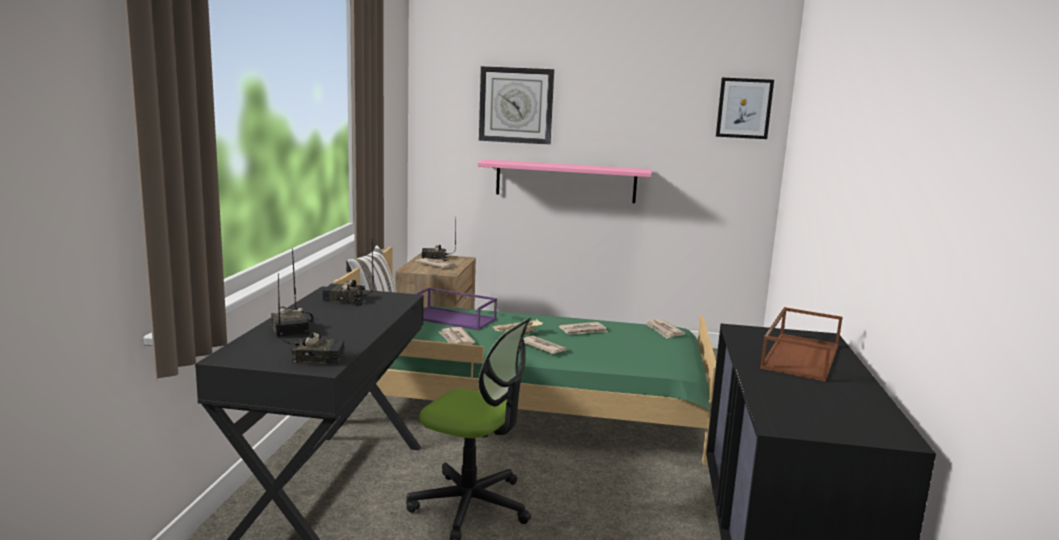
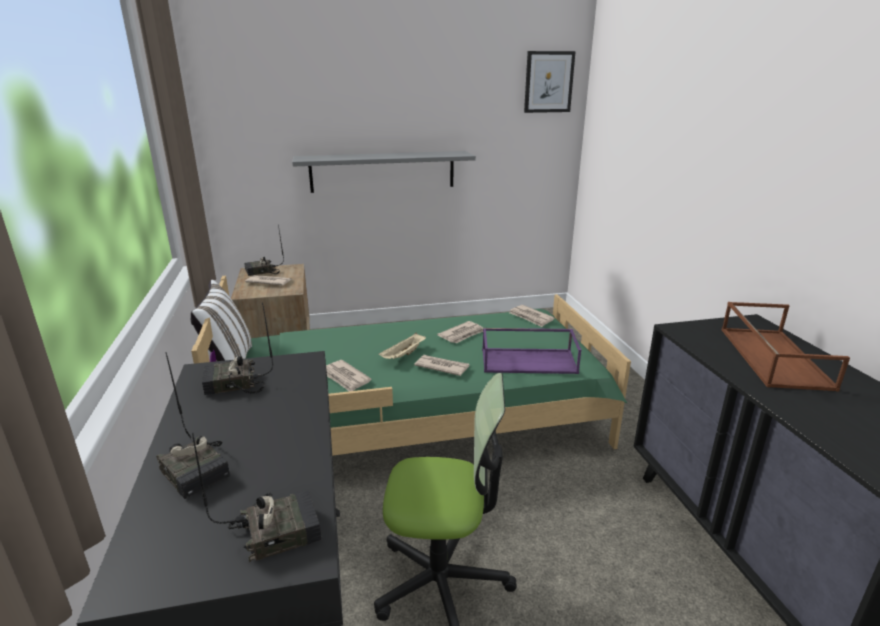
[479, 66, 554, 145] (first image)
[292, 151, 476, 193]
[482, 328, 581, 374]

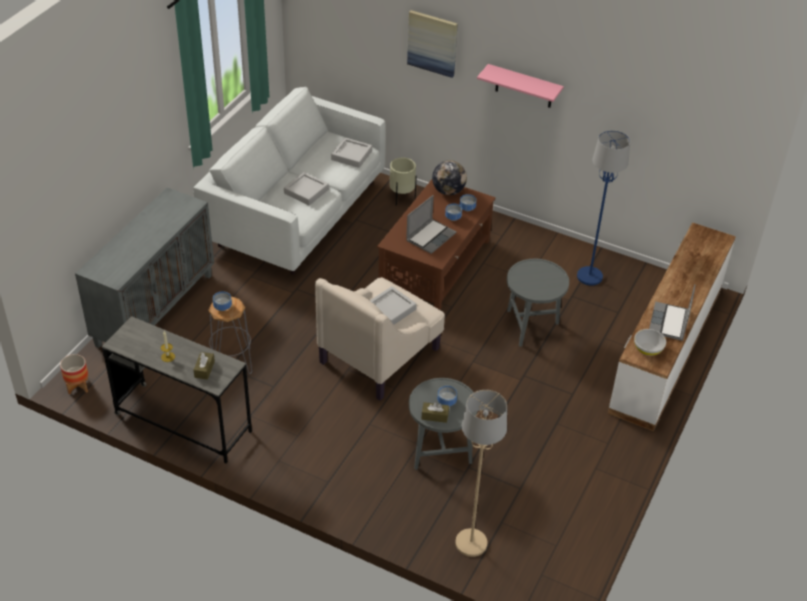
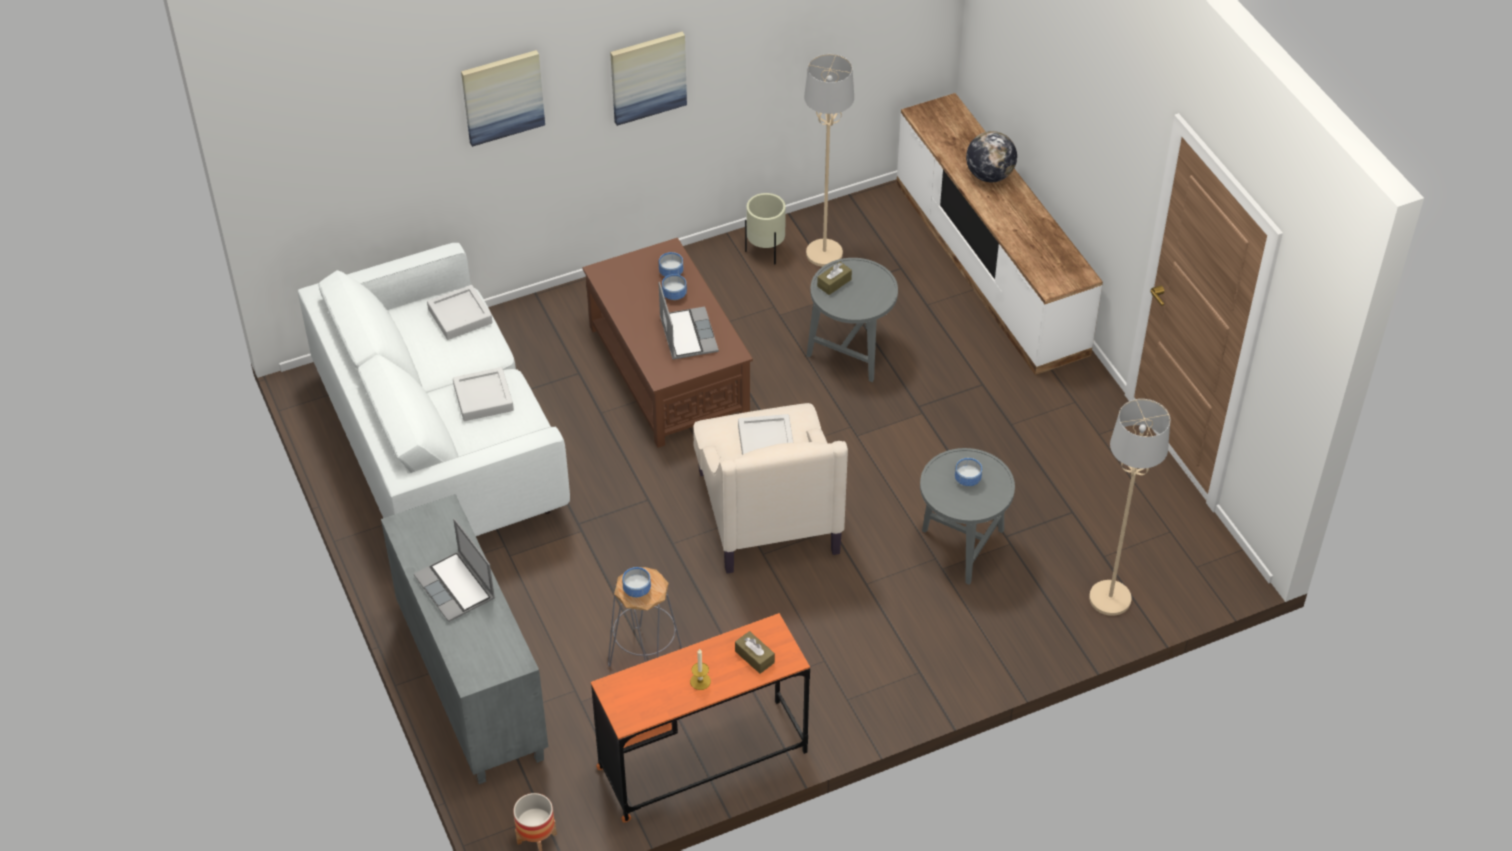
[610, 32, 687, 126]
[804, 54, 854, 267]
[745, 193, 786, 264]
[966, 131, 1017, 182]
[414, 518, 495, 622]
[591, 613, 810, 822]
[634, 329, 666, 356] (first image)
[817, 262, 852, 295]

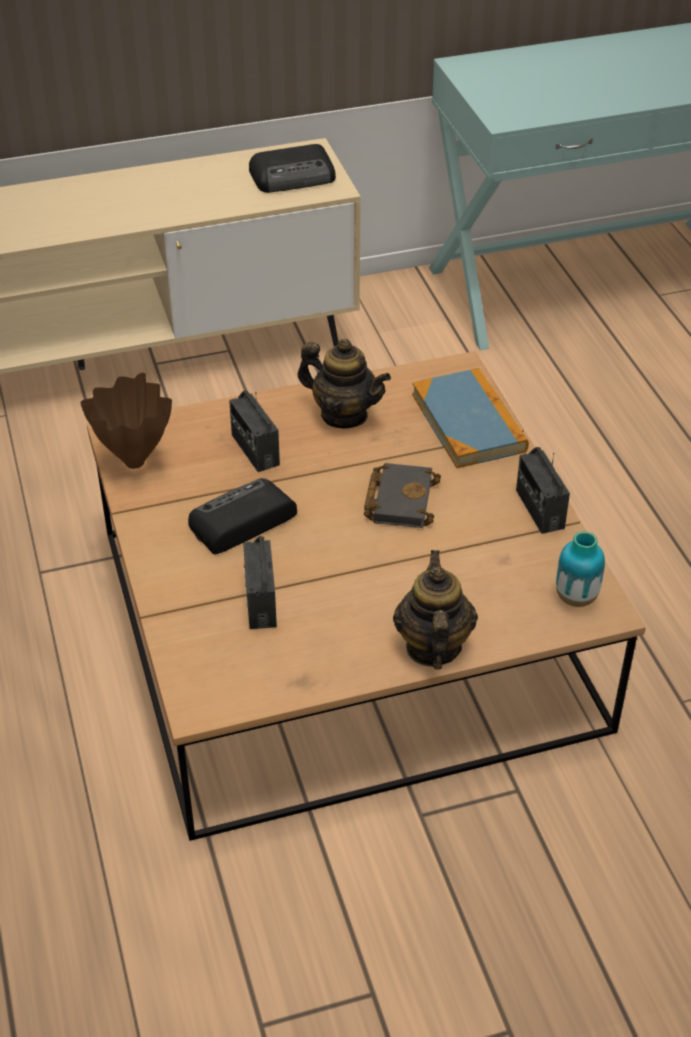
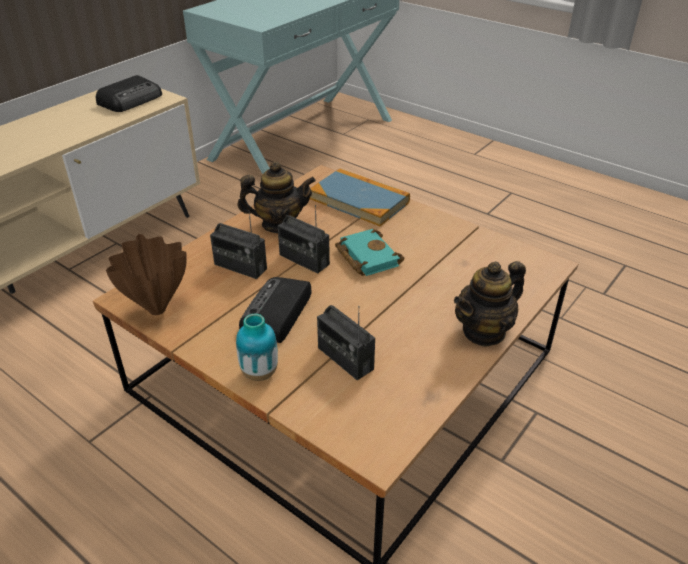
[278, 205, 330, 274]
[335, 229, 404, 276]
[236, 314, 278, 381]
[454, 261, 526, 347]

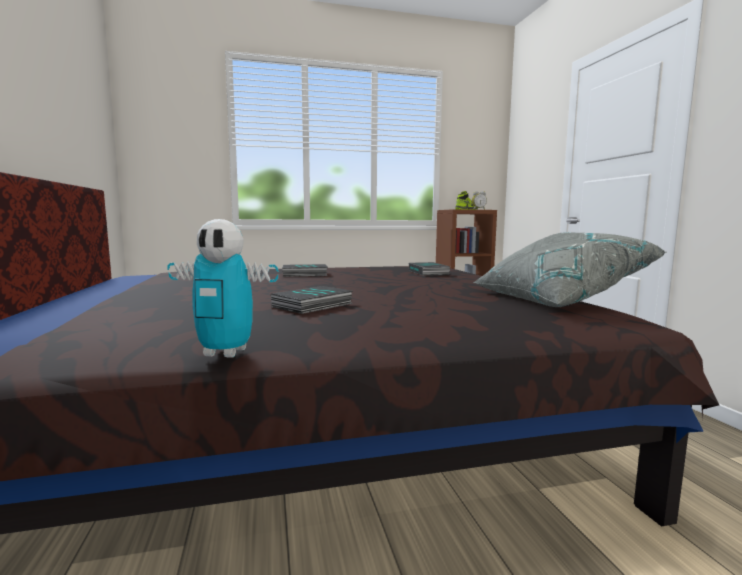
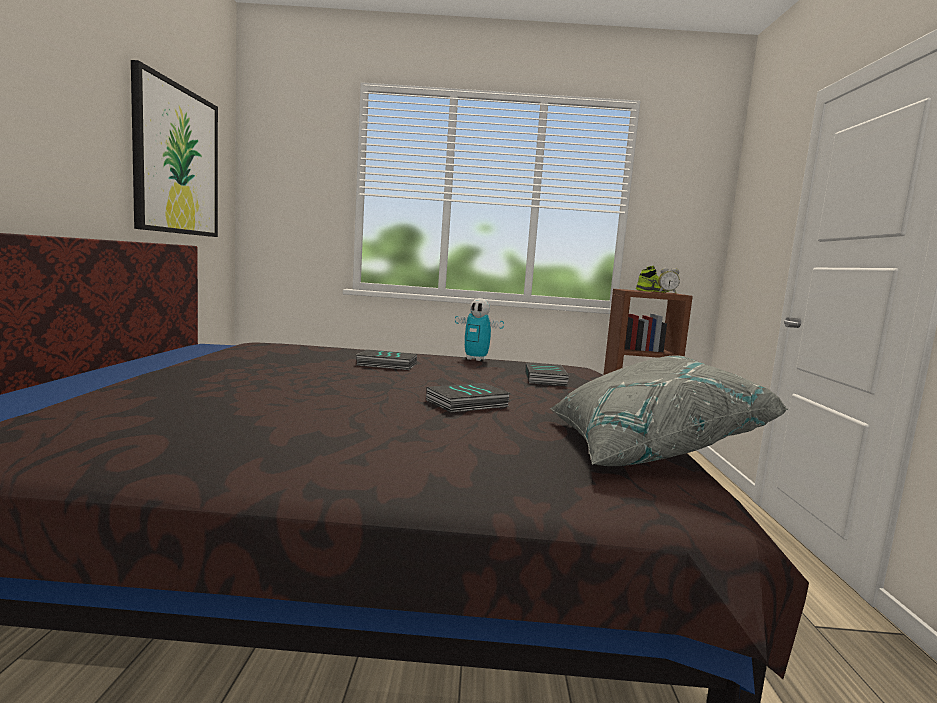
[455, 298, 504, 361]
[426, 383, 511, 412]
[131, 60, 218, 237]

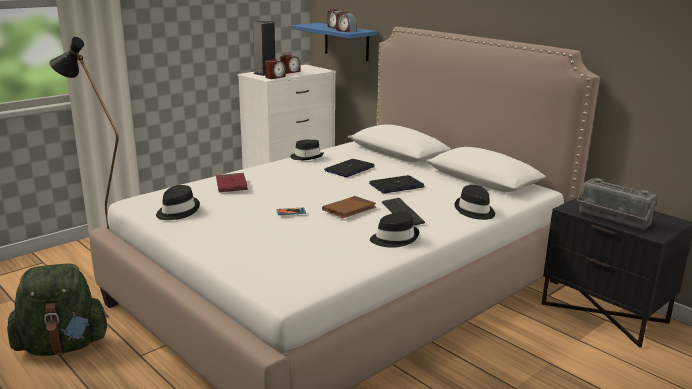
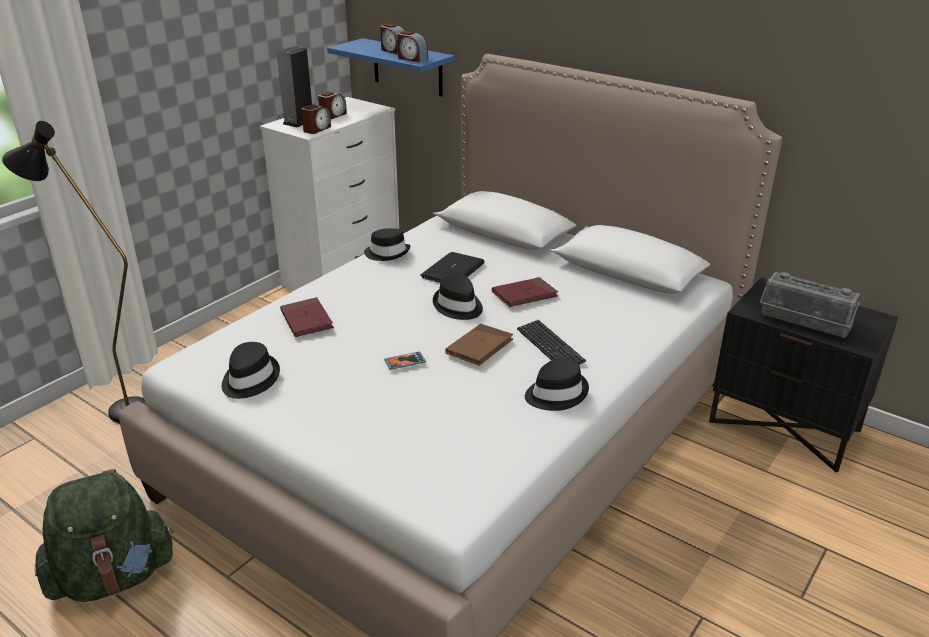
[492, 277, 558, 307]
[433, 273, 483, 320]

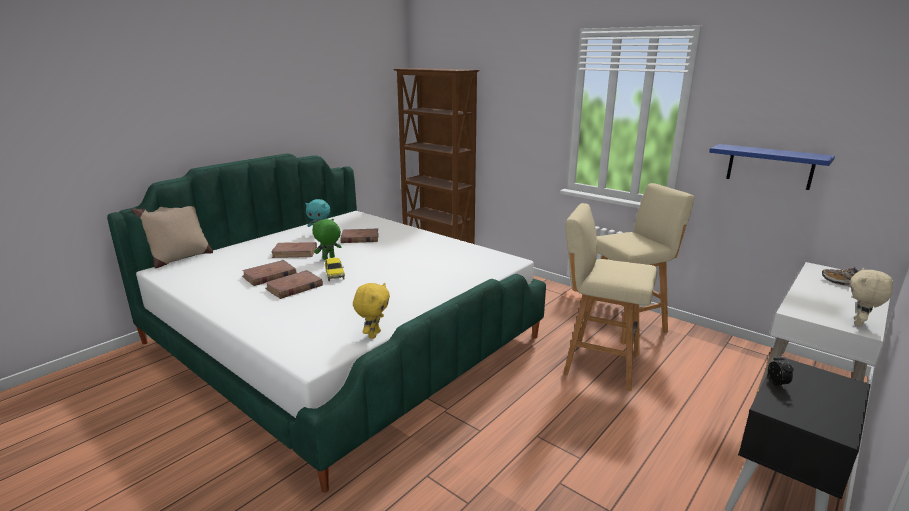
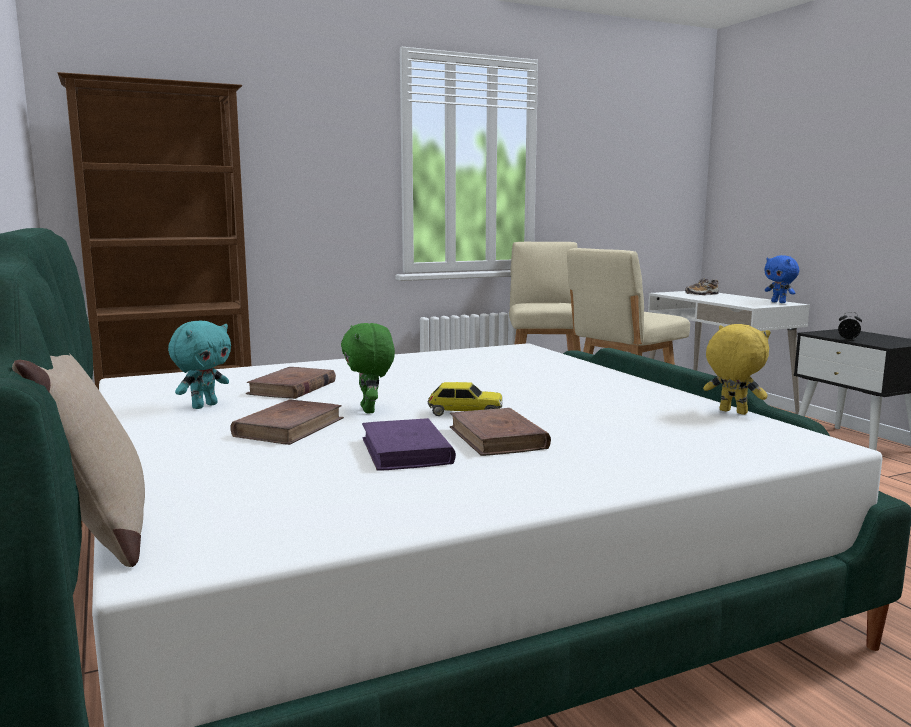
[709, 144, 835, 190] (first image)
[362, 418, 456, 471]
[764, 255, 799, 303]

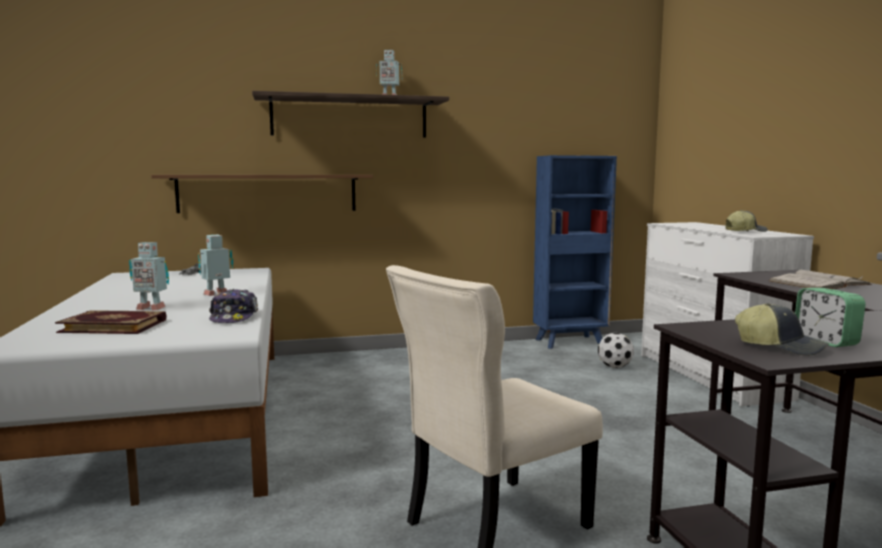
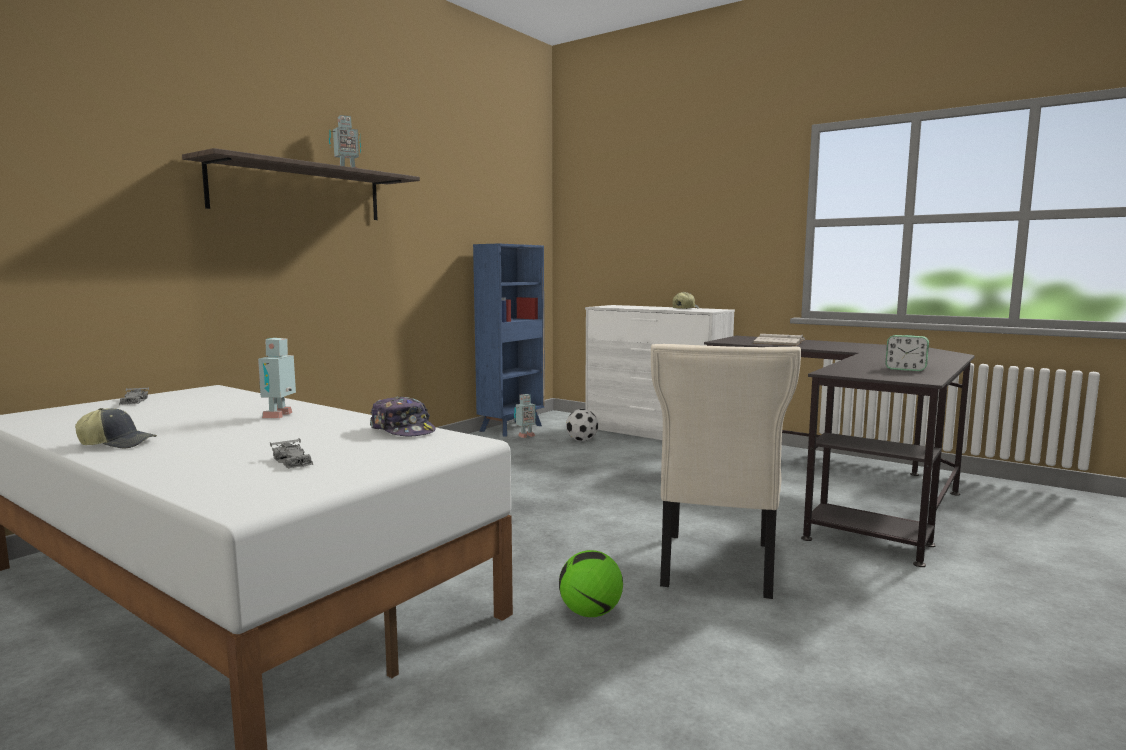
[151, 175, 373, 213] (first image)
[514, 394, 536, 438]
[75, 408, 157, 448]
[270, 438, 313, 469]
[559, 550, 623, 617]

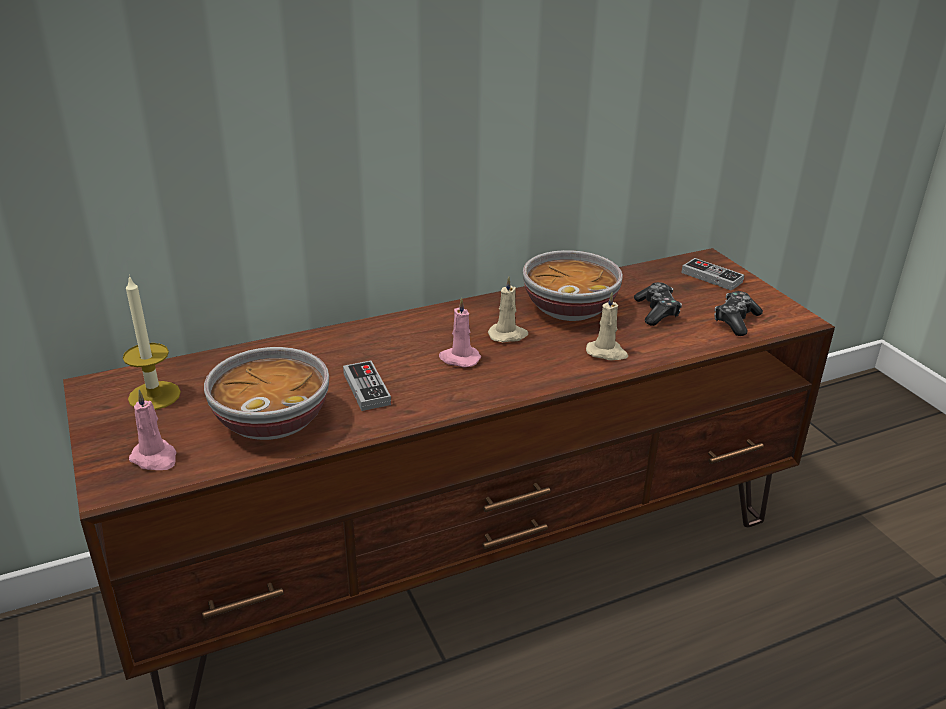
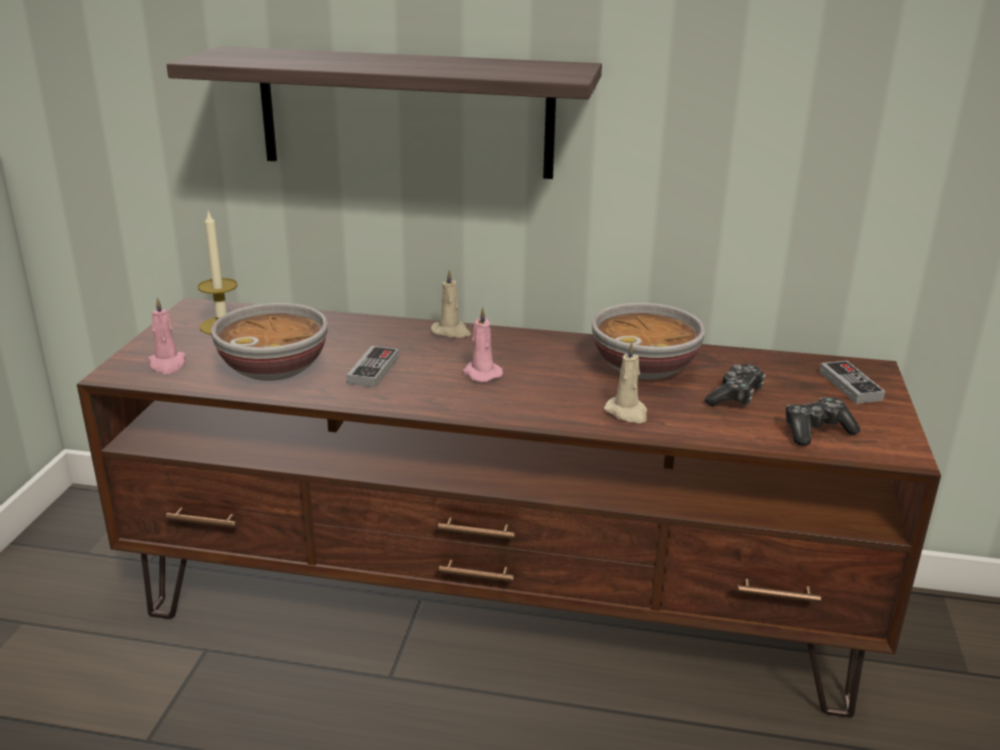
[431, 269, 471, 338]
[167, 46, 602, 179]

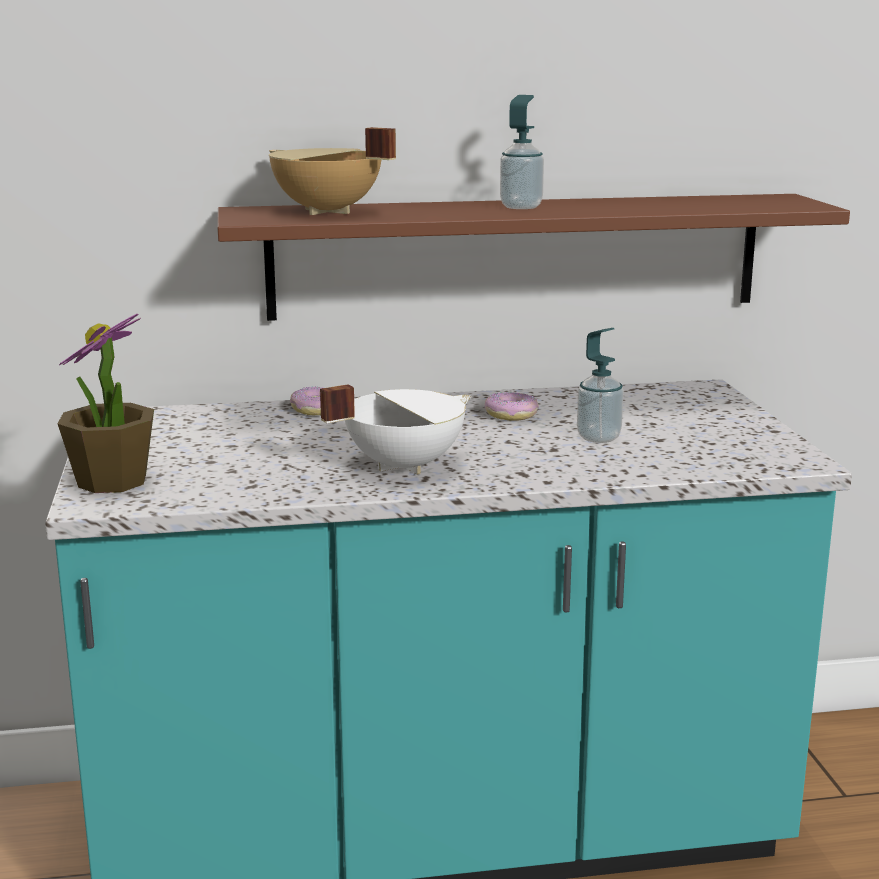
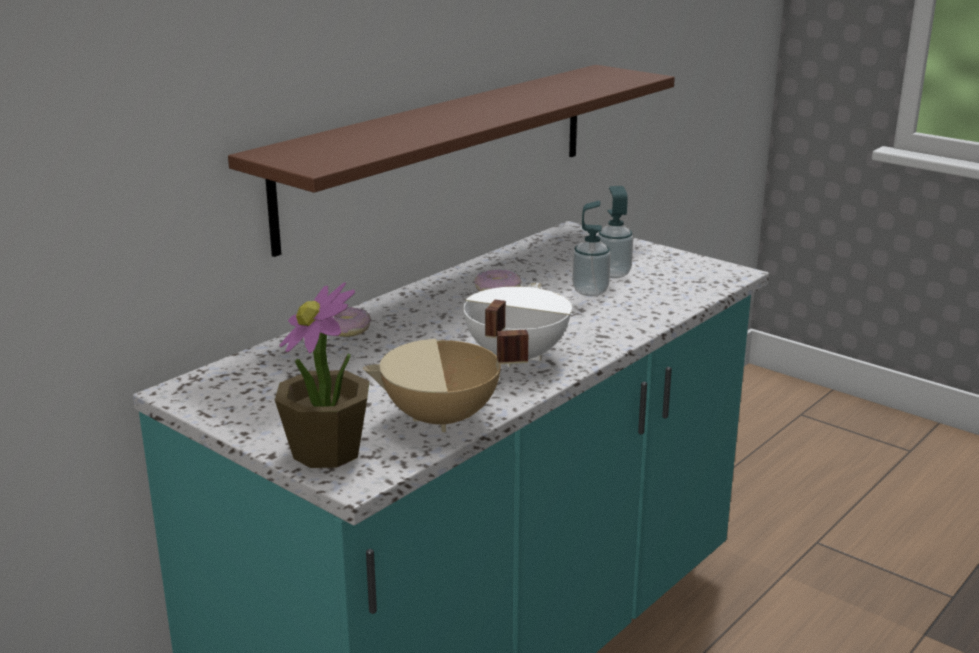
[597, 186, 633, 278]
[363, 330, 528, 432]

